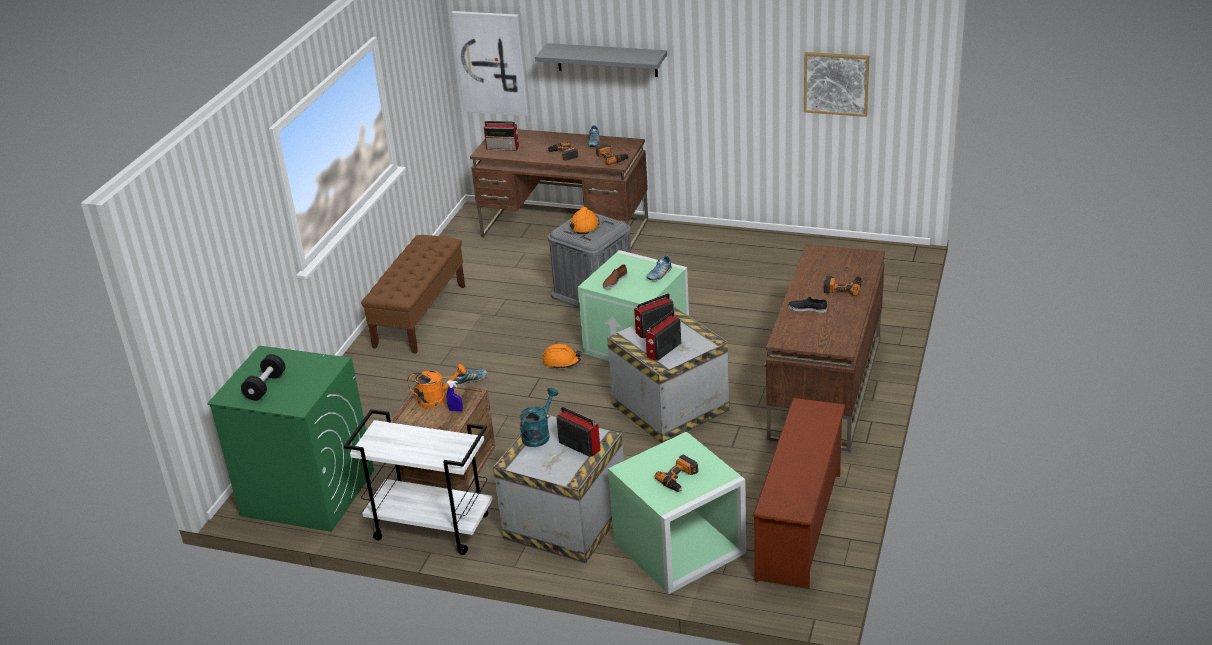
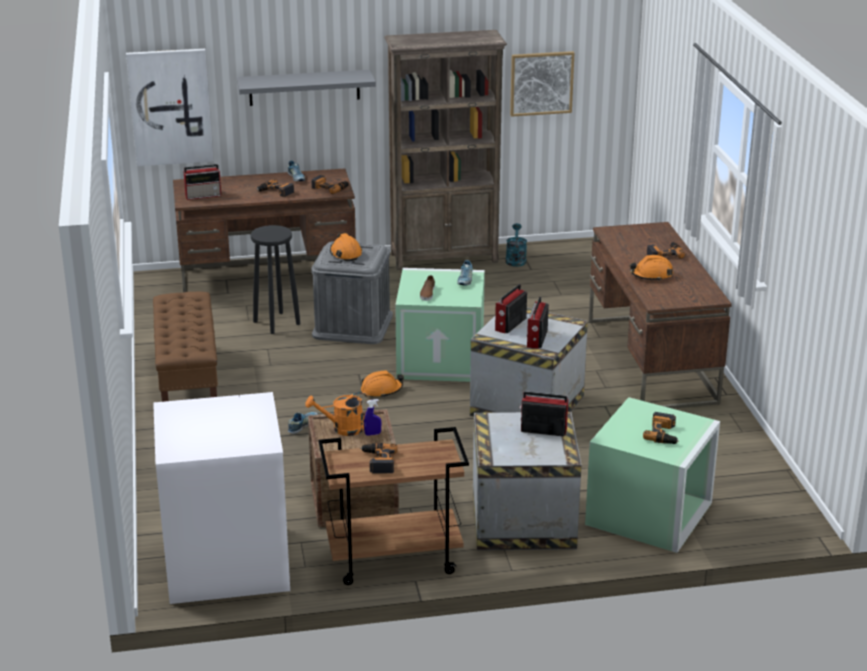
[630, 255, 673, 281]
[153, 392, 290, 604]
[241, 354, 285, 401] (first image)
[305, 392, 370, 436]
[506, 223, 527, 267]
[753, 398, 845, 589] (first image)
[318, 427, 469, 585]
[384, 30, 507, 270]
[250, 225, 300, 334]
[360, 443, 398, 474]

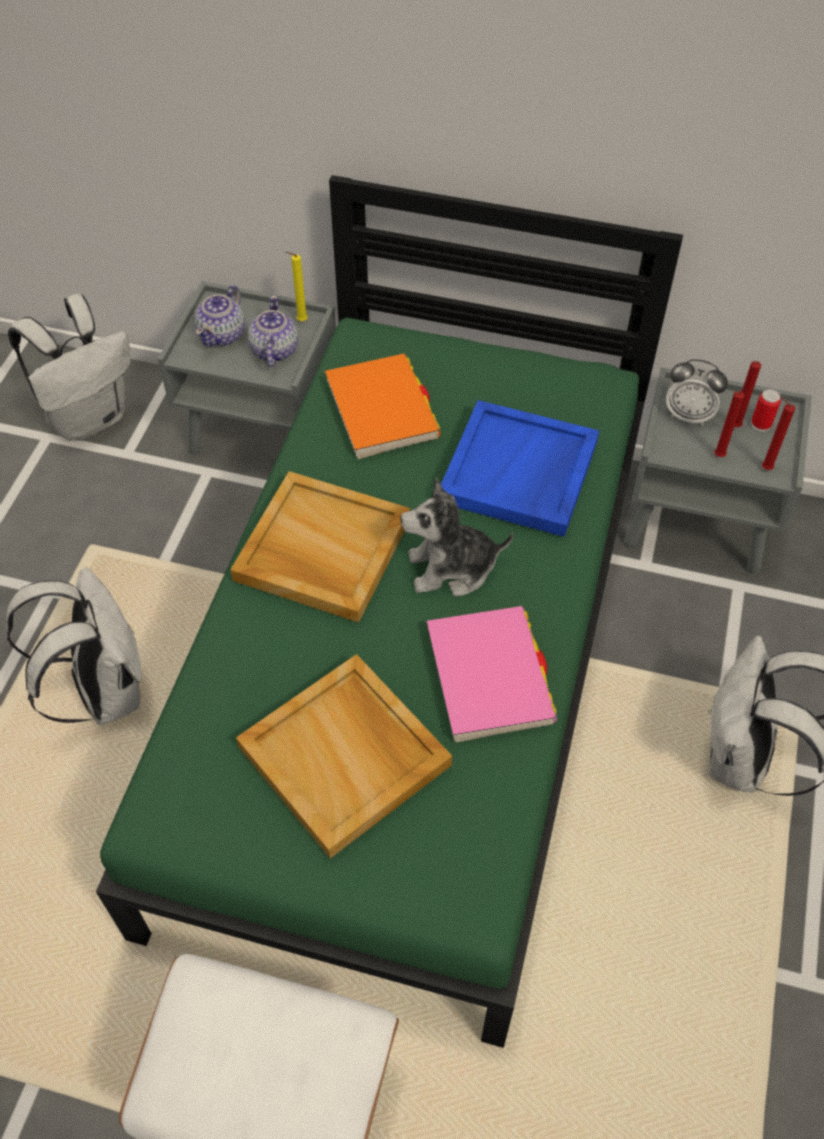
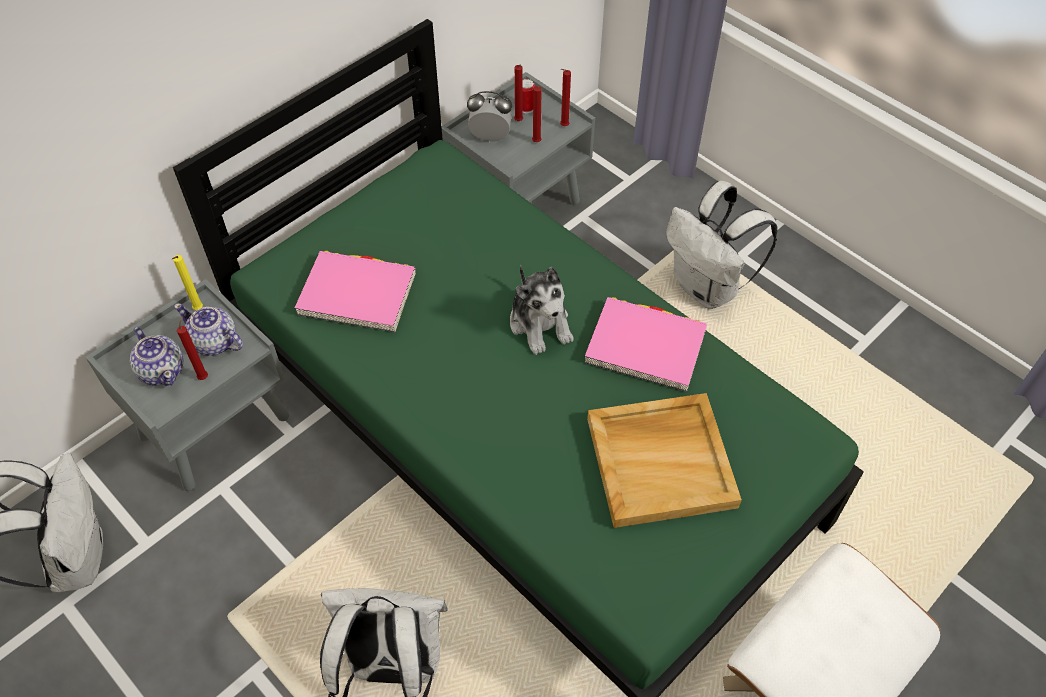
[294, 251, 416, 332]
[467, 91, 512, 142]
[441, 400, 599, 537] (first image)
[230, 471, 410, 623] (first image)
[510, 265, 574, 355]
[177, 316, 208, 380]

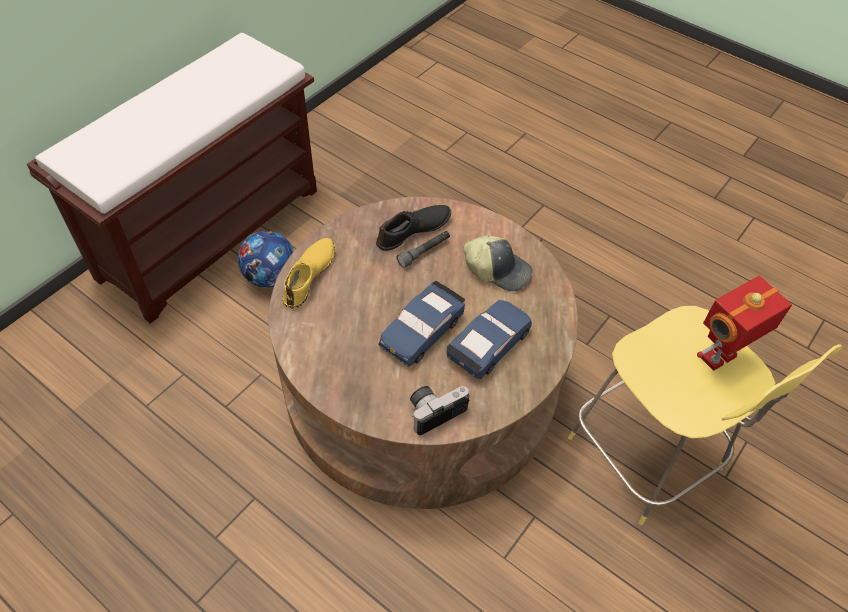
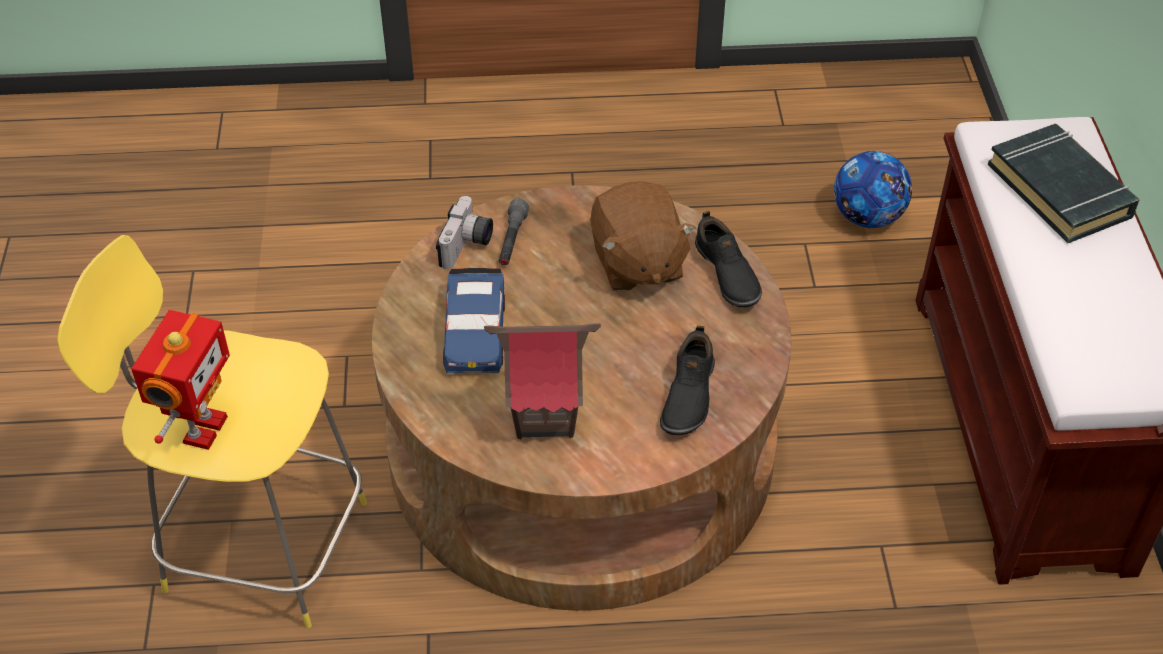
[834, 151, 912, 228]
[499, 199, 529, 265]
[484, 323, 601, 439]
[695, 211, 762, 307]
[378, 281, 465, 367] (first image)
[988, 124, 1140, 243]
[590, 181, 696, 292]

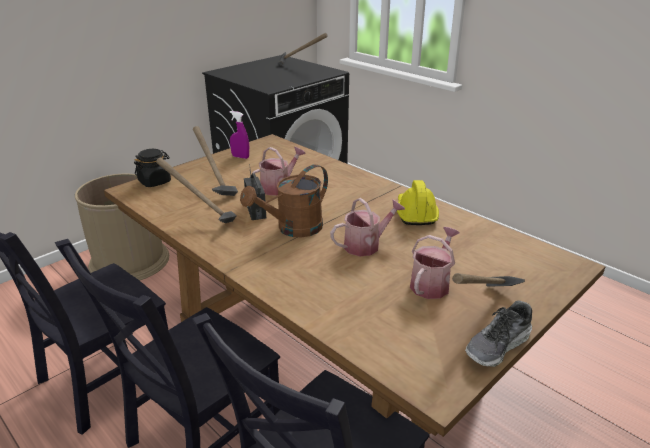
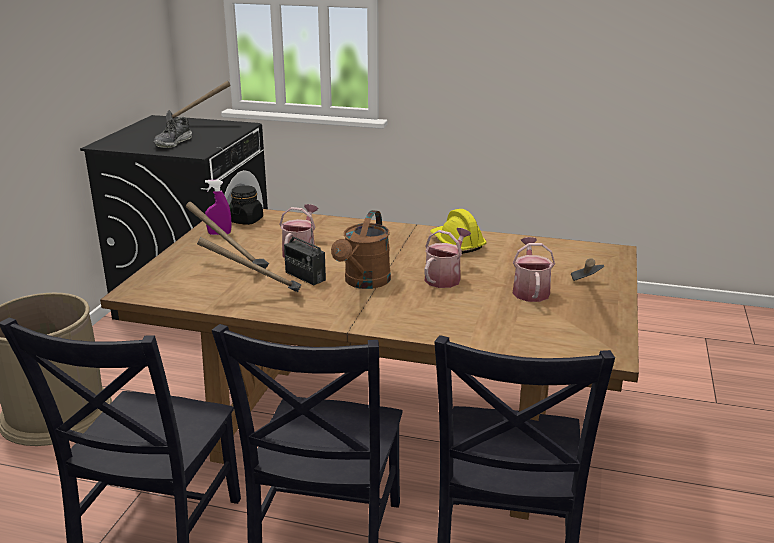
[229, 185, 263, 225]
[153, 117, 192, 148]

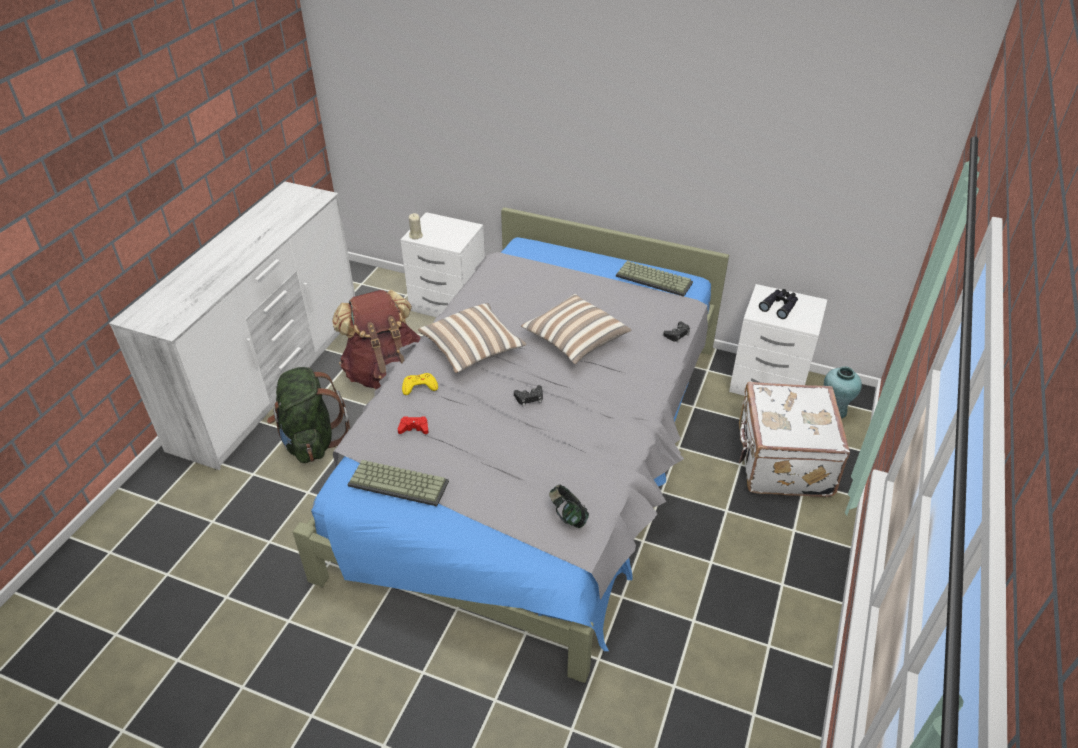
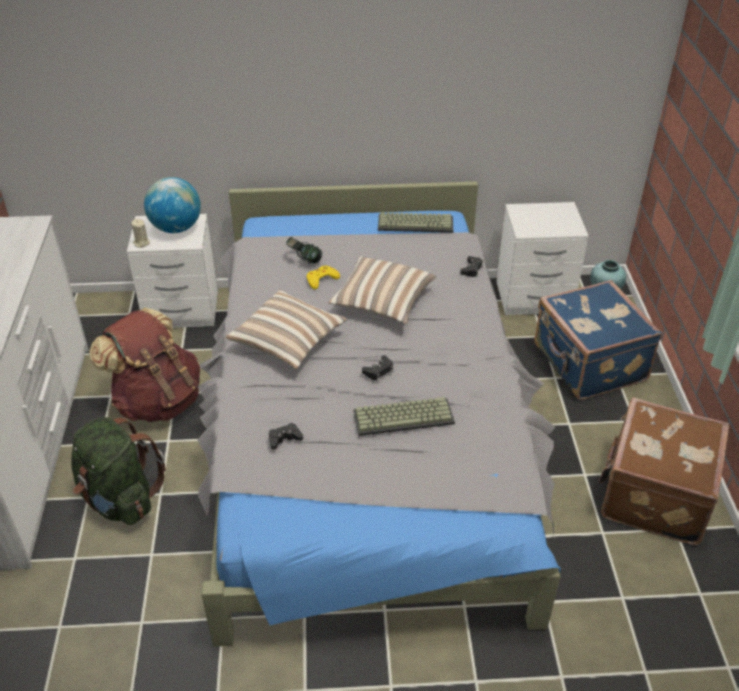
[759, 289, 798, 319] (first image)
[307, 266, 340, 289]
[534, 280, 662, 400]
[269, 423, 303, 449]
[353, 397, 455, 436]
[286, 237, 322, 264]
[144, 177, 201, 233]
[598, 397, 729, 545]

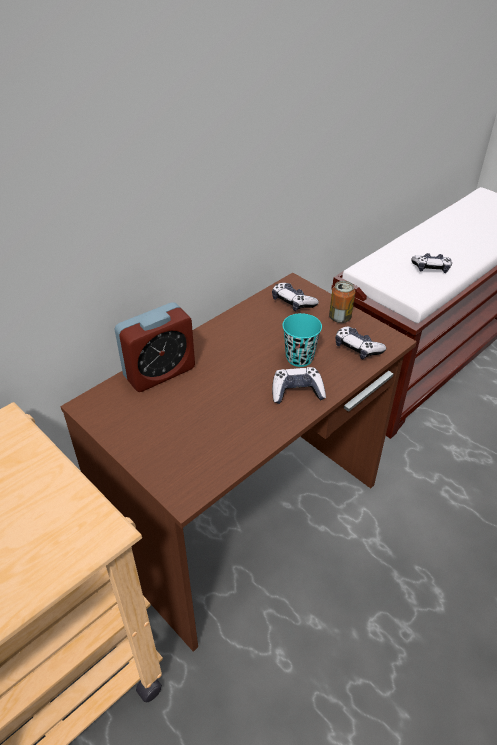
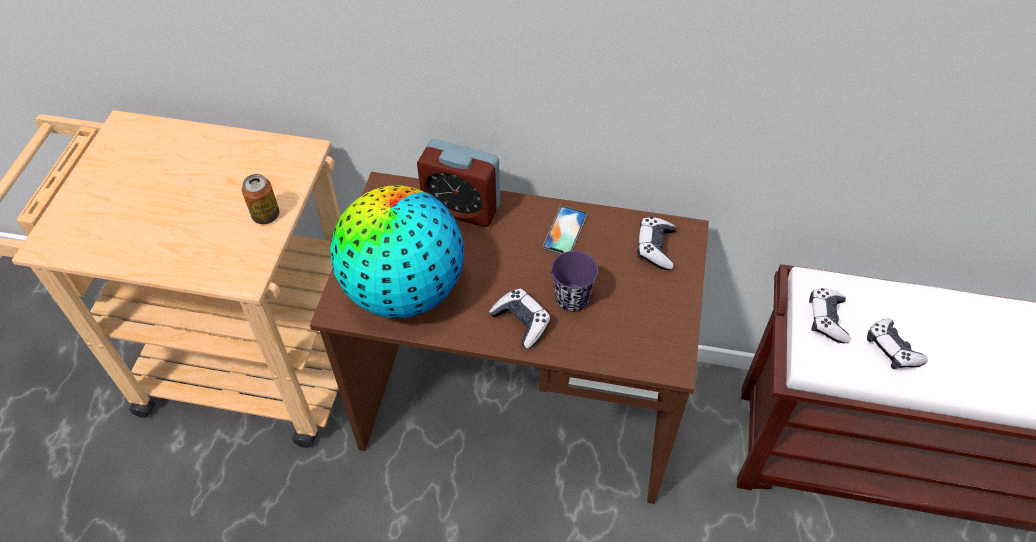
[242, 174, 279, 224]
[551, 251, 598, 312]
[809, 288, 851, 343]
[330, 186, 464, 318]
[543, 206, 587, 255]

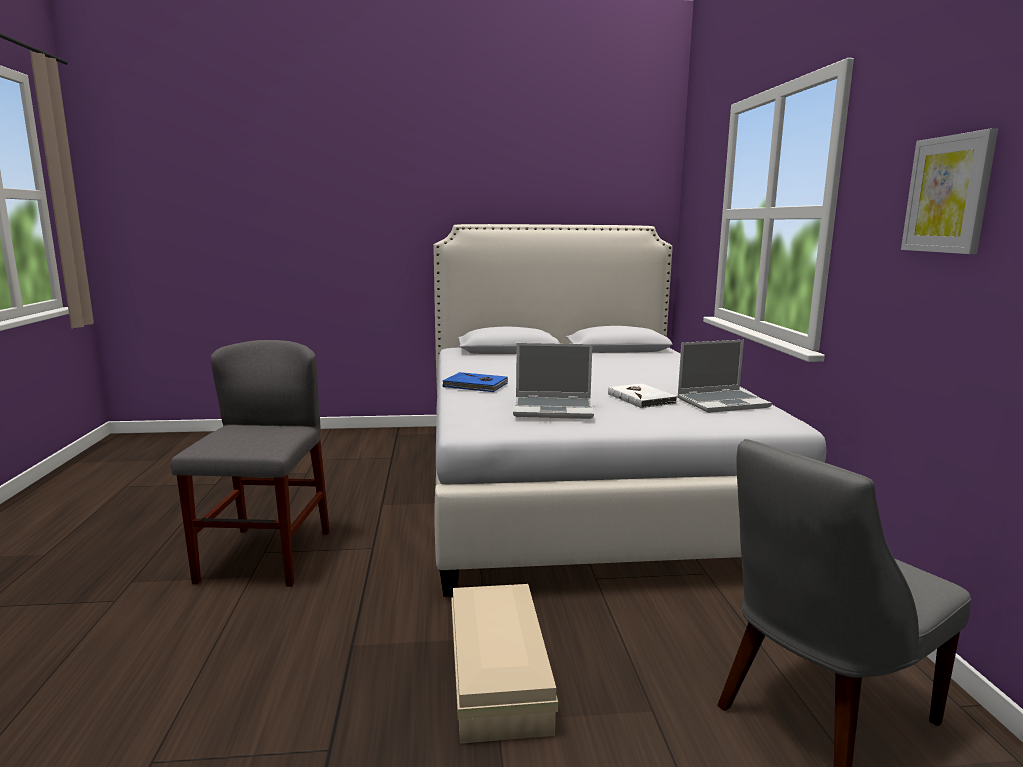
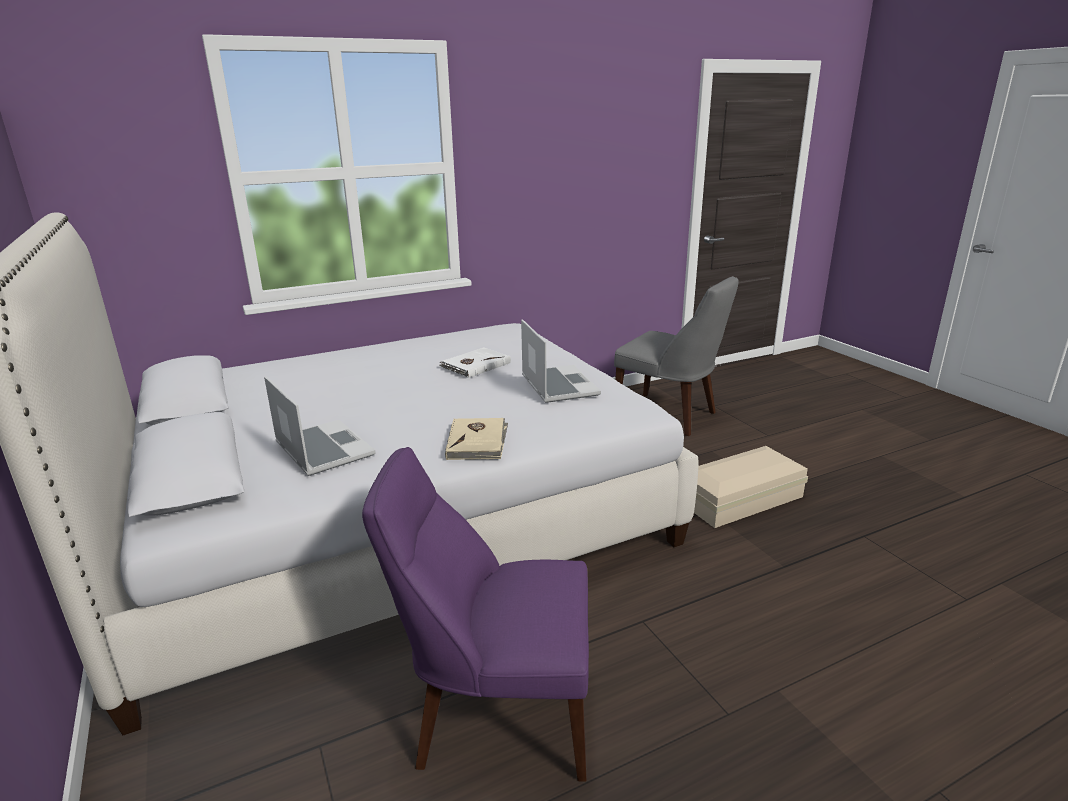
[901, 129, 998, 254] (first image)
[171, 340, 330, 587] (first image)
[264, 376, 376, 476]
[445, 418, 508, 460]
[362, 447, 589, 782]

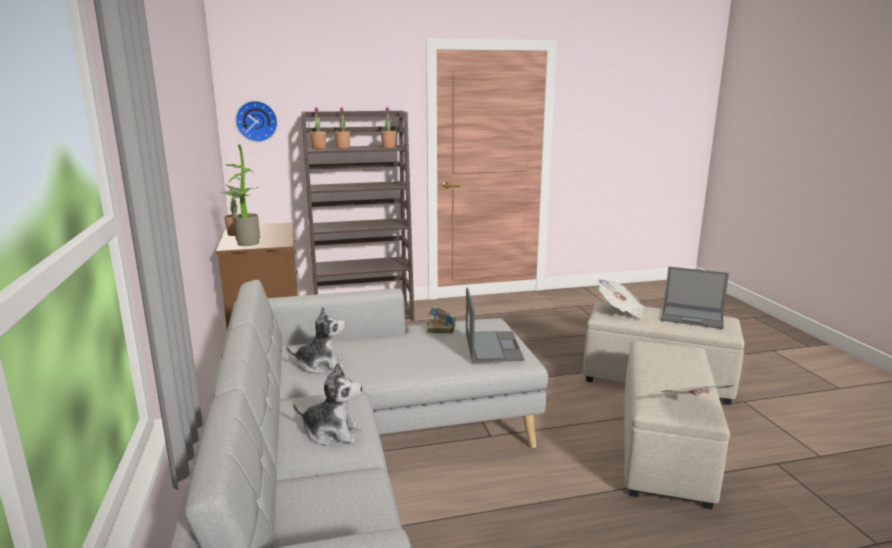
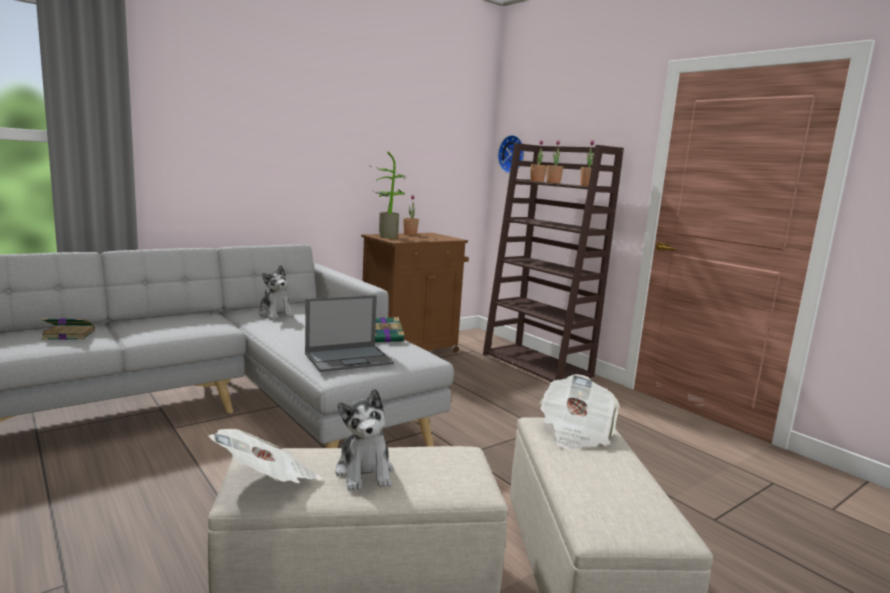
[661, 266, 729, 329] (first image)
[335, 389, 393, 491]
[41, 318, 95, 340]

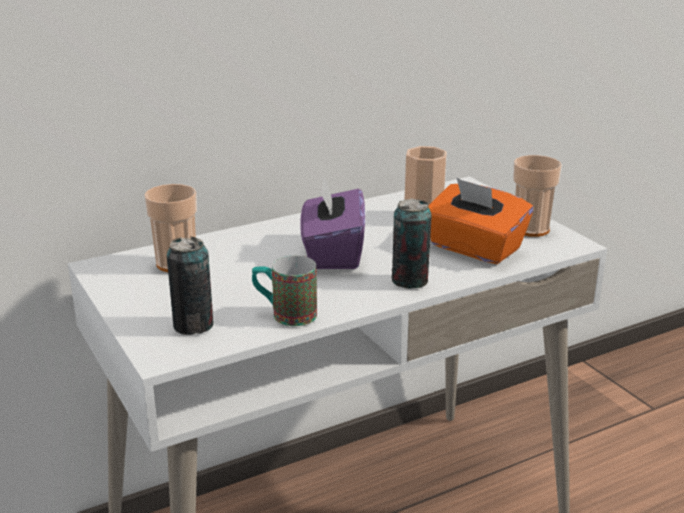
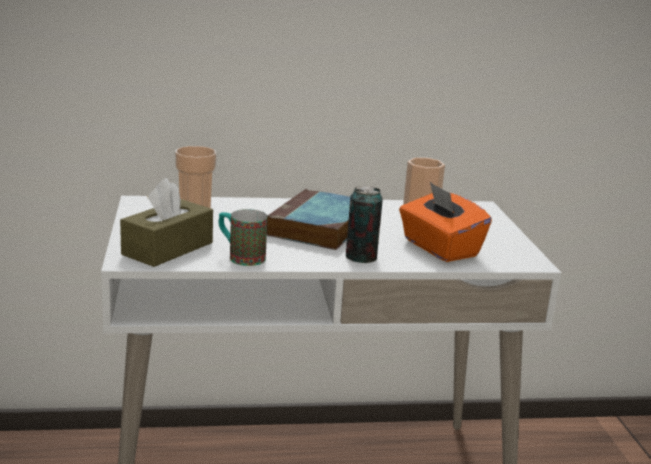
[513, 155, 562, 237] (first image)
[267, 189, 350, 250]
[120, 178, 213, 267]

